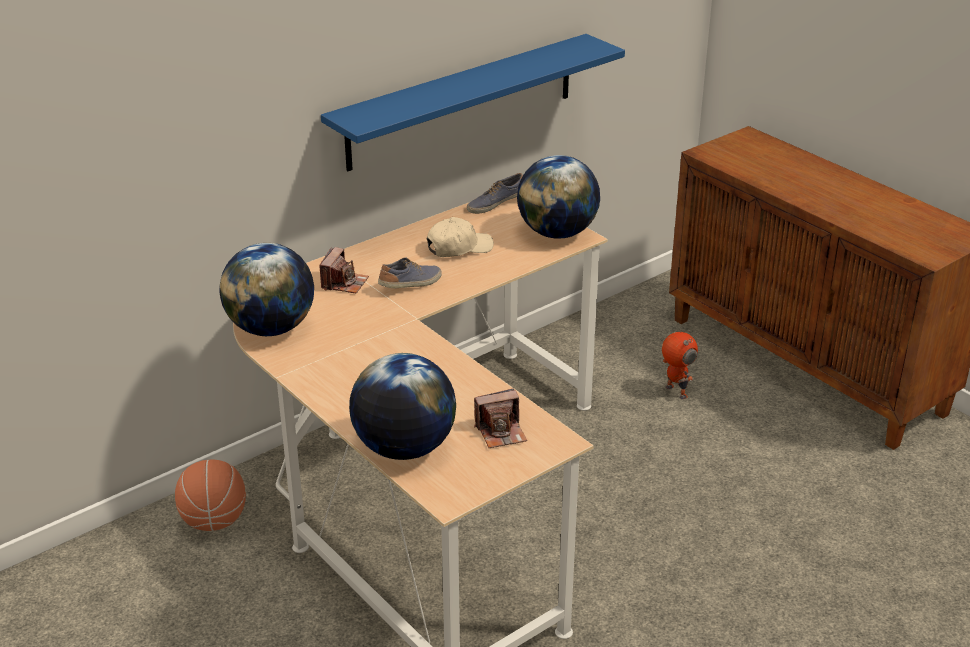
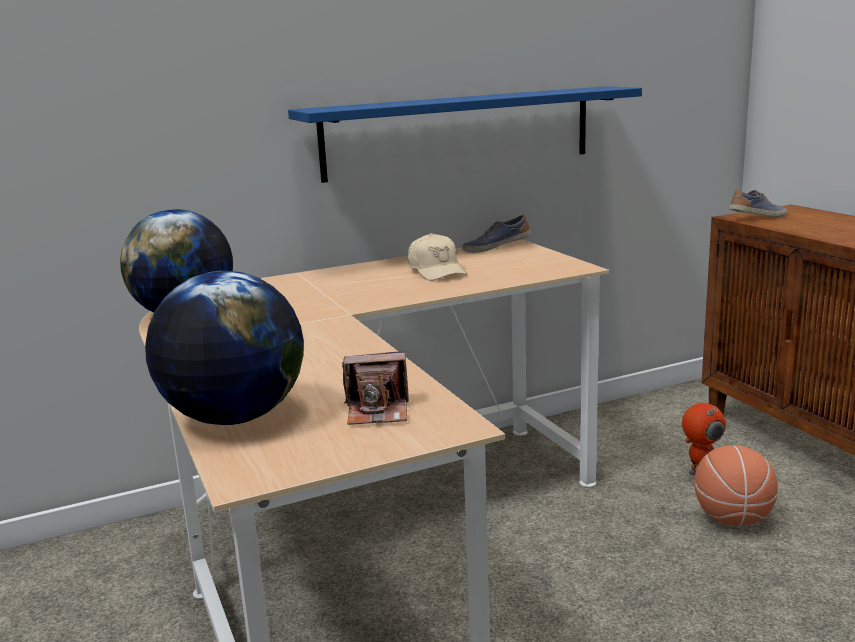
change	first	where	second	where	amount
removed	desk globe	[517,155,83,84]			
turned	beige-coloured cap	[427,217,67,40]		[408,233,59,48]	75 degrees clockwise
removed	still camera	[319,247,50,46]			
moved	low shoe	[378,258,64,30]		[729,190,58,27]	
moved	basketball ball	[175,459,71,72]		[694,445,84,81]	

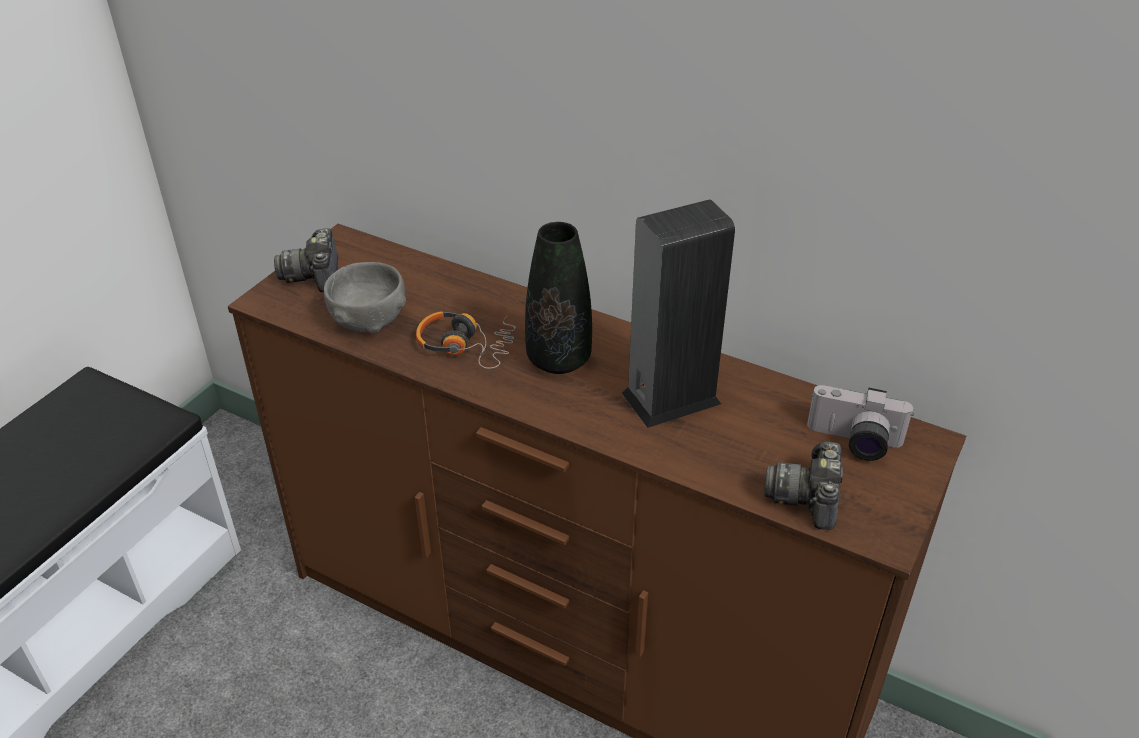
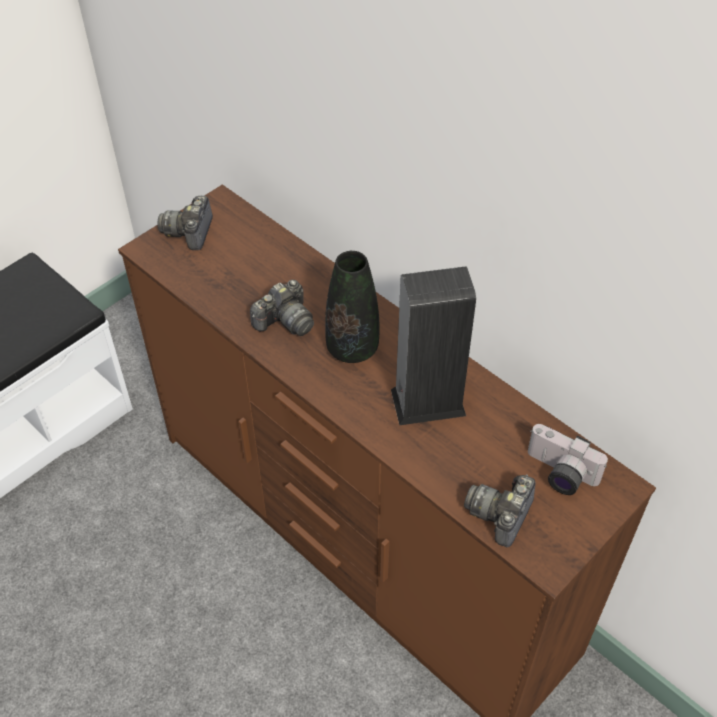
change	first	where	second	where	amount
removed	grey deep dish	[324,262,82,71]			
replaced	headset	[416,311,100,58]	still camera	[250,280,64,56]	

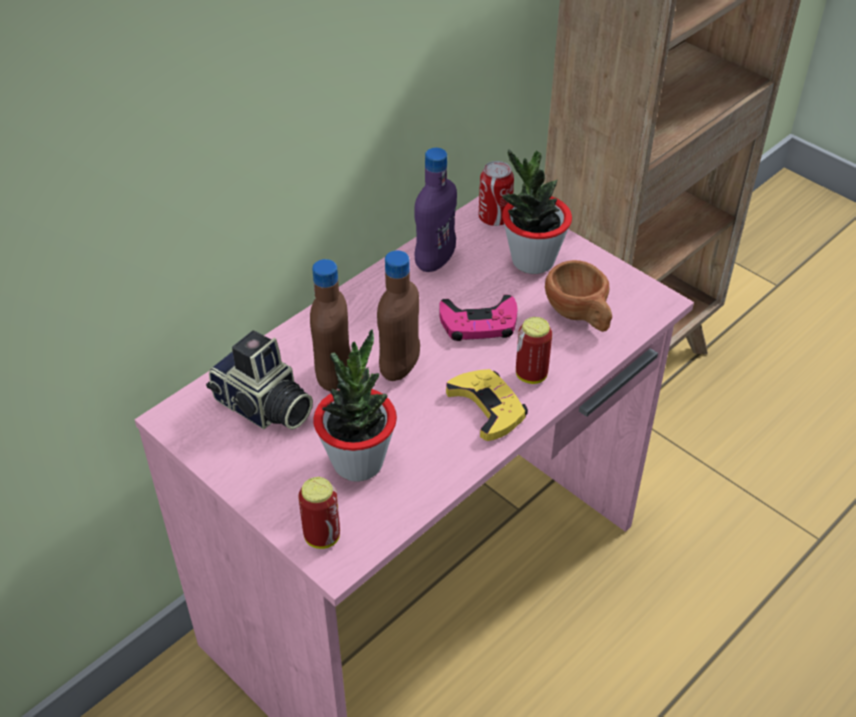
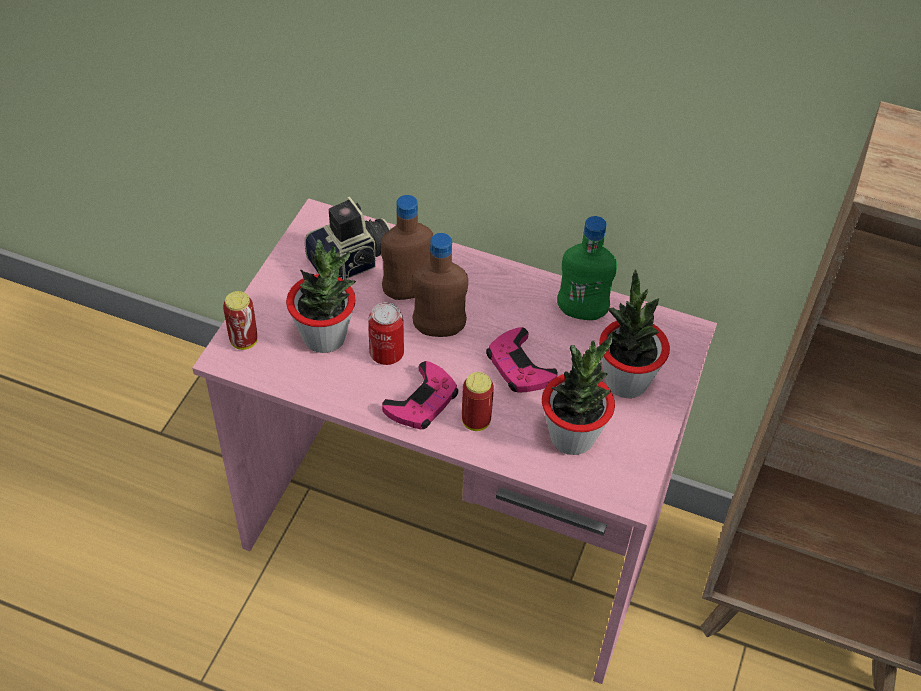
change	first	where	second	where	amount
recoloured	purple-coloured beverage bottle	[414,148,43,124]	green beverage bottle	[557,216,60,104]	
moved	sealed can	[479,161,35,65]		[368,302,36,63]	
replaced	brownish cup	[545,260,67,72]	potted plant	[542,334,73,121]	
turned	still camera	[206,330,107,100]		[305,197,86,83]	135 degrees counterclockwise
recoloured	yellow game controller	[446,369,82,72]	pinkish game controller	[382,361,76,68]	

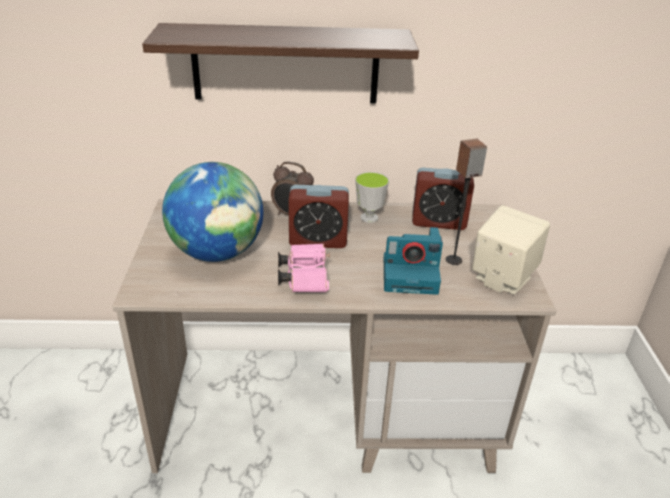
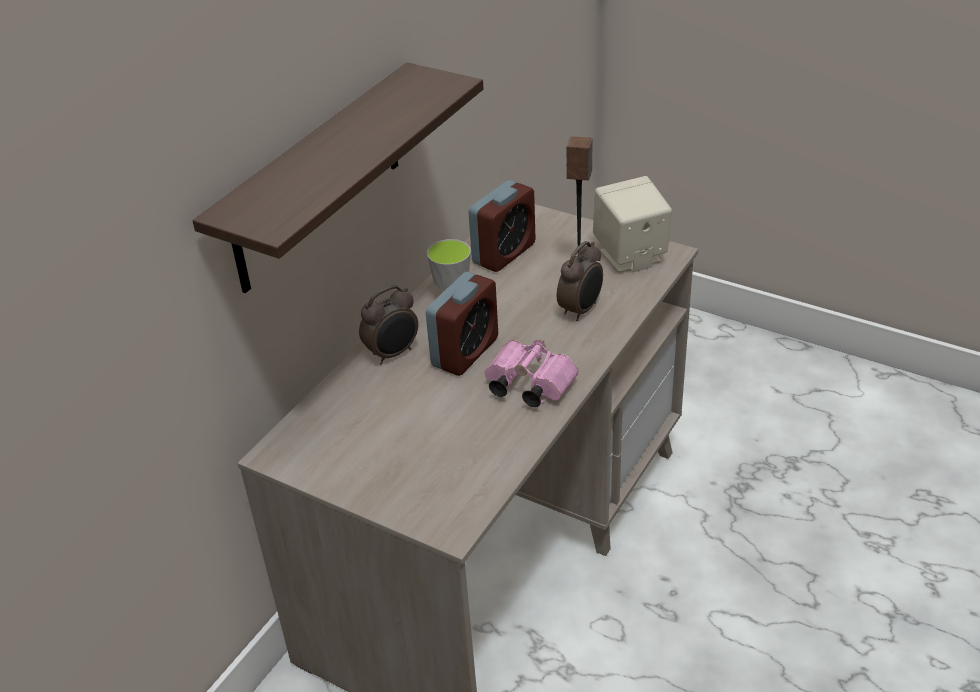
change	first	where	second	where	amount
removed	desk globe	[162,162,101,100]			
replaced	still camera	[384,227,59,68]	table clock	[557,241,46,80]	

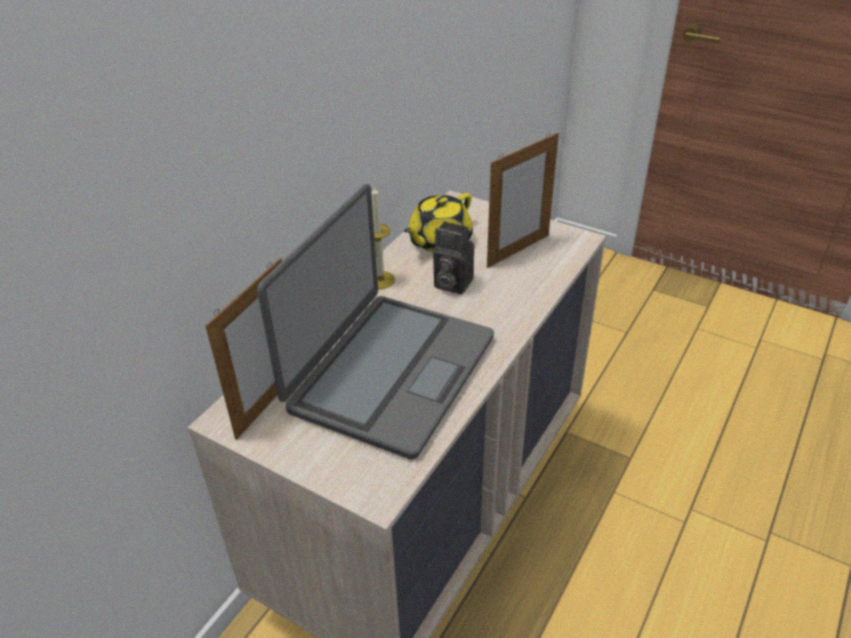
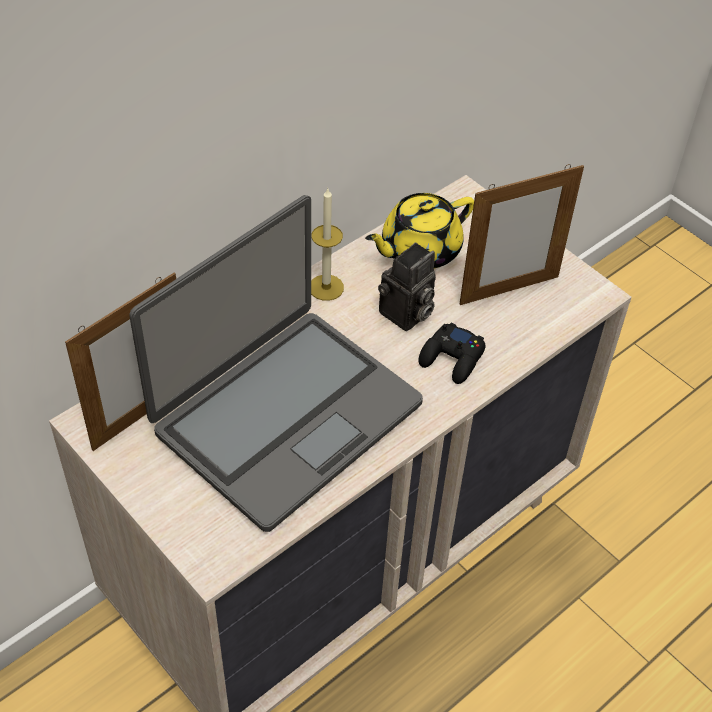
change	first	where	second	where	amount
turned	still camera	[433,221,41,73]		[378,243,58,88]	90 degrees counterclockwise
added			black game controller	[418,322,68,62]	

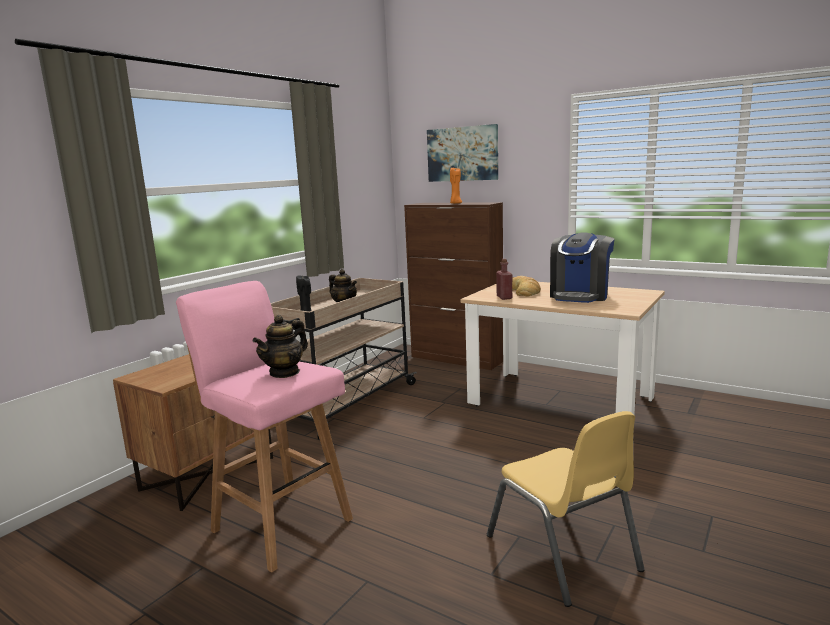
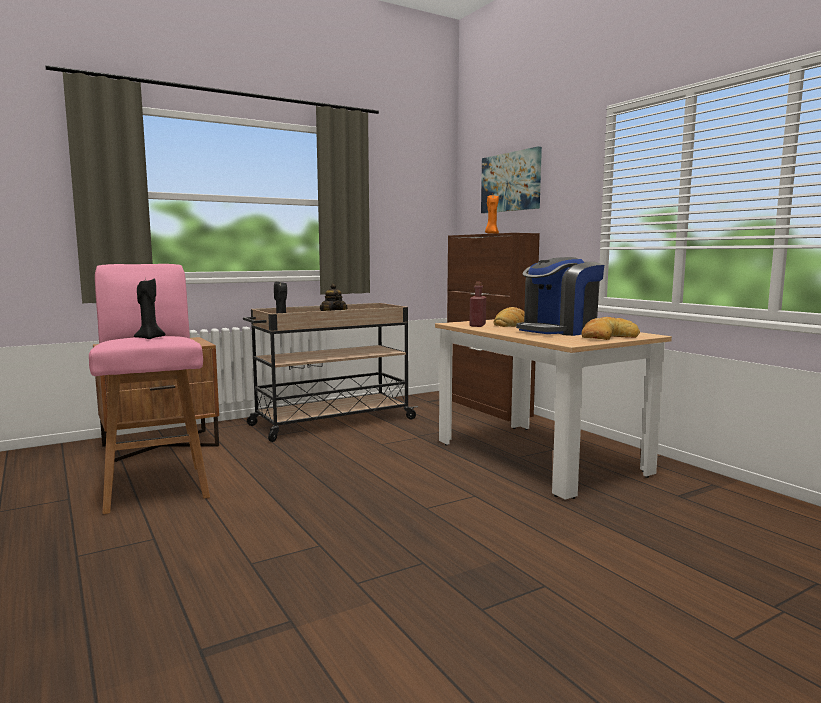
change	first	where	second	where	amount
replaced	tea pot	[252,315,56,63]	black wax light	[134,277,31,62]	
removed	yellow chair	[487,411,158,196]			
added			bakery bread	[582,317,58,23]	

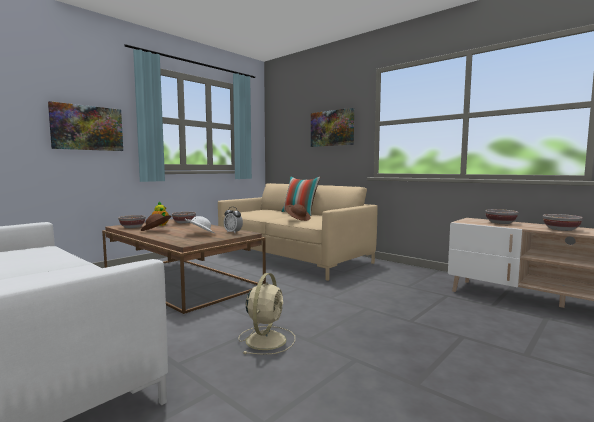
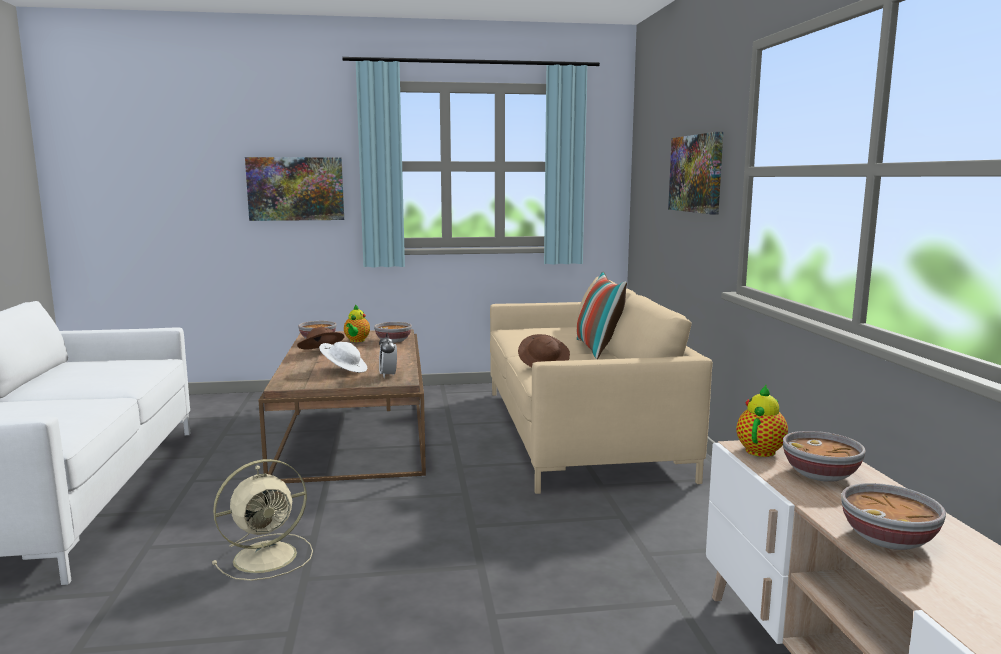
change	first	where	second	where	amount
added			tea pot	[736,385,52,72]	

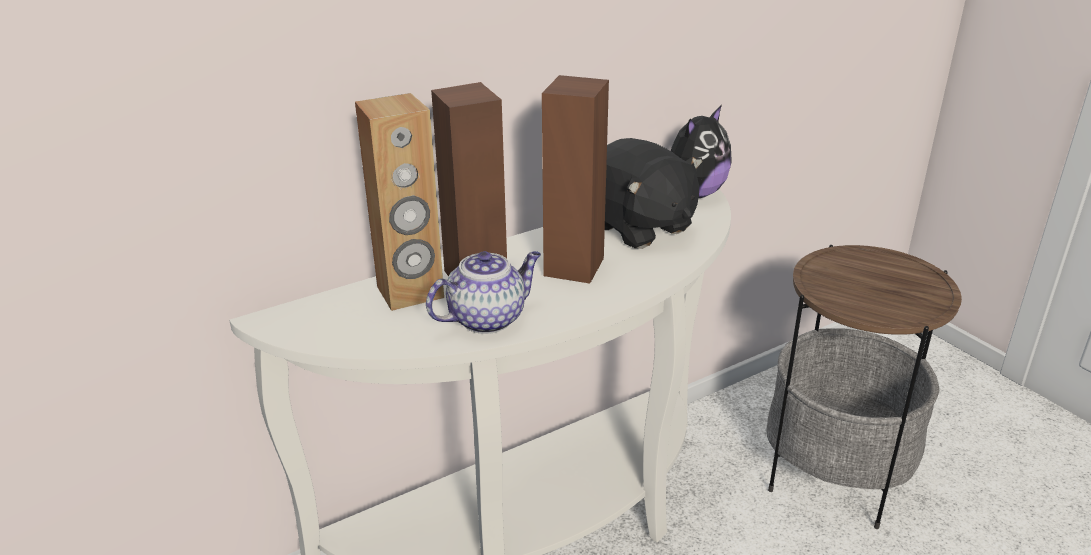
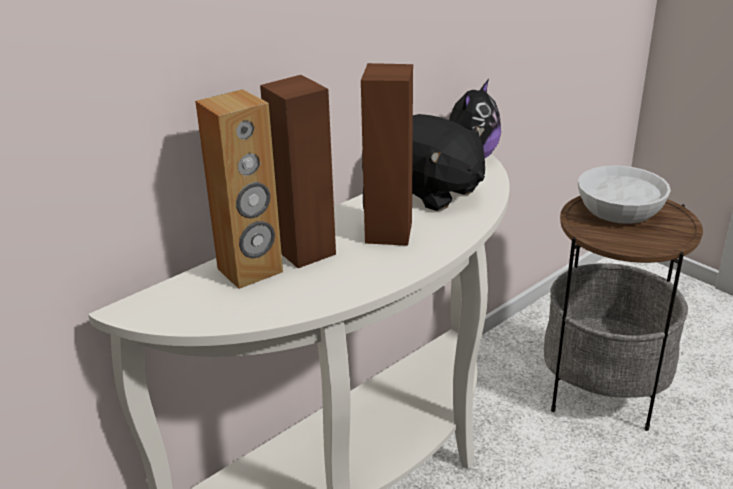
change	first	where	second	where	amount
removed	tea pot	[426,251,115,83]			
added			white-coloured deep dish	[578,165,93,59]	

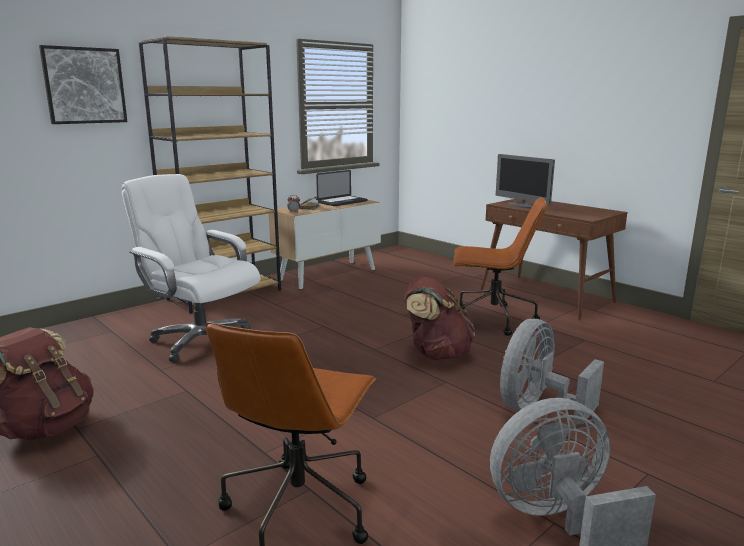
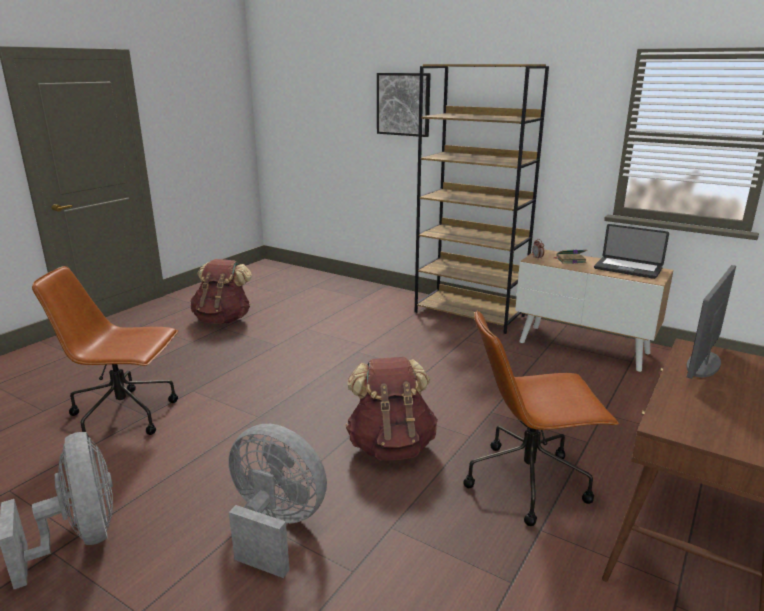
change	first	where	second	where	amount
removed	white-coloured office chair	[121,174,139,188]			
turned	brownish office chair	[453,197,94,139]		[463,310,156,216]	90 degrees clockwise

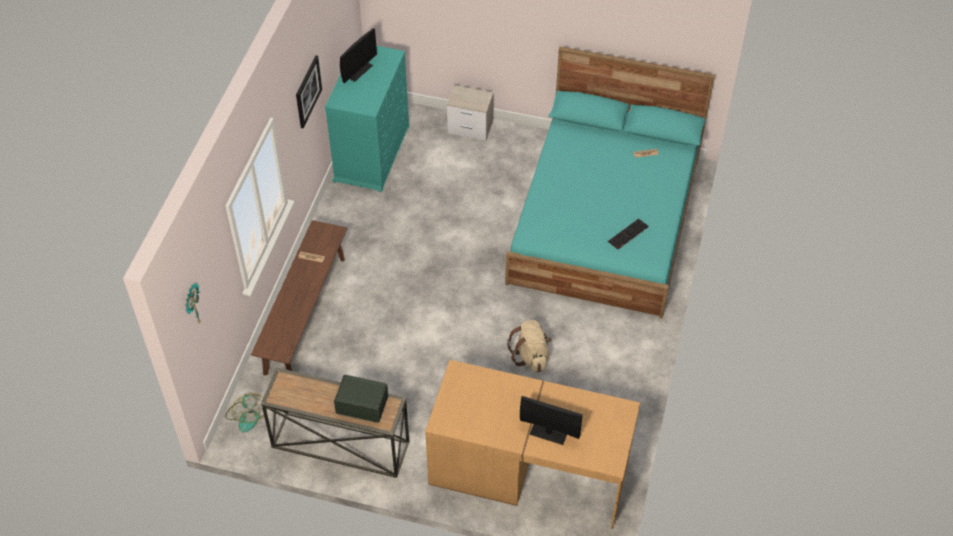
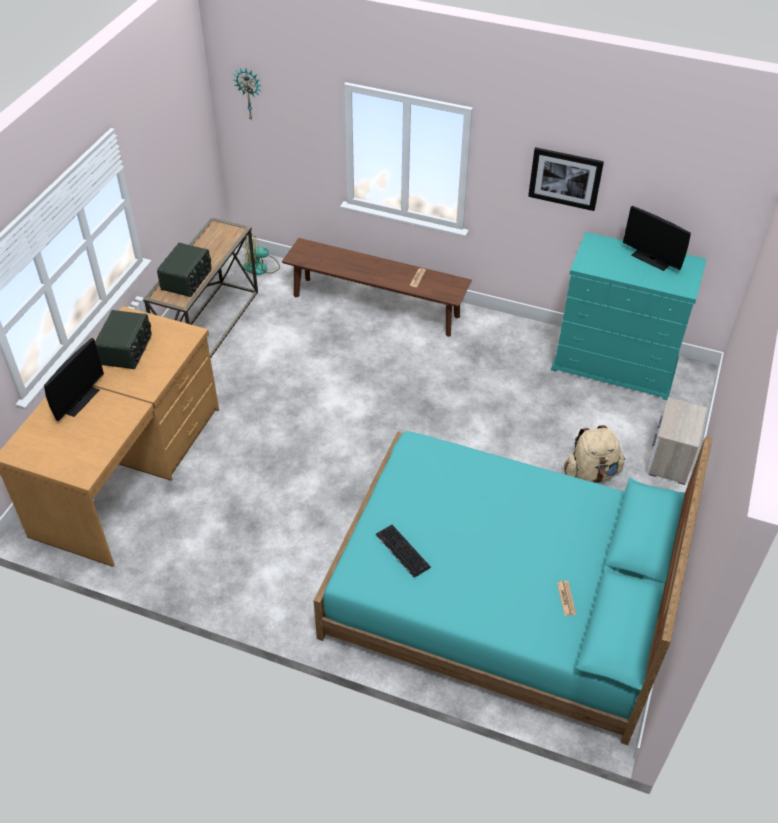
change	first	where	second	where	amount
moved	beige-coloured knapsack	[507,320,45,52]		[564,425,61,58]	
added			radio receiver	[95,310,57,59]	

